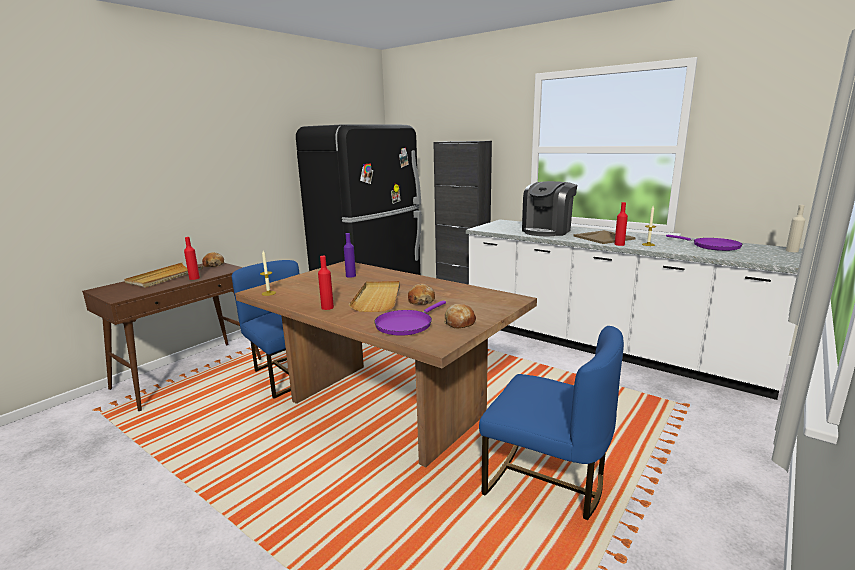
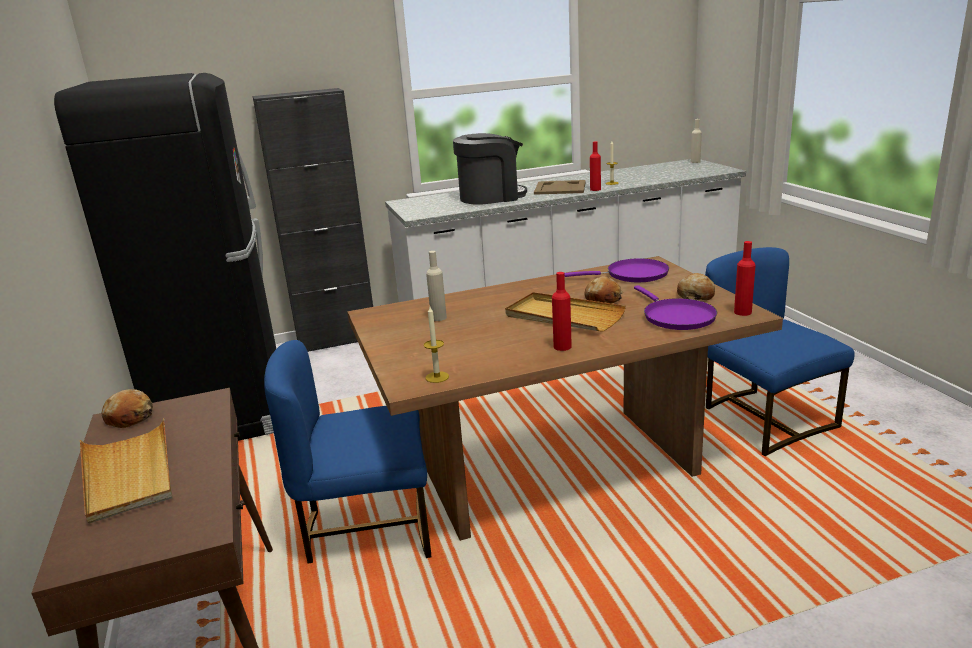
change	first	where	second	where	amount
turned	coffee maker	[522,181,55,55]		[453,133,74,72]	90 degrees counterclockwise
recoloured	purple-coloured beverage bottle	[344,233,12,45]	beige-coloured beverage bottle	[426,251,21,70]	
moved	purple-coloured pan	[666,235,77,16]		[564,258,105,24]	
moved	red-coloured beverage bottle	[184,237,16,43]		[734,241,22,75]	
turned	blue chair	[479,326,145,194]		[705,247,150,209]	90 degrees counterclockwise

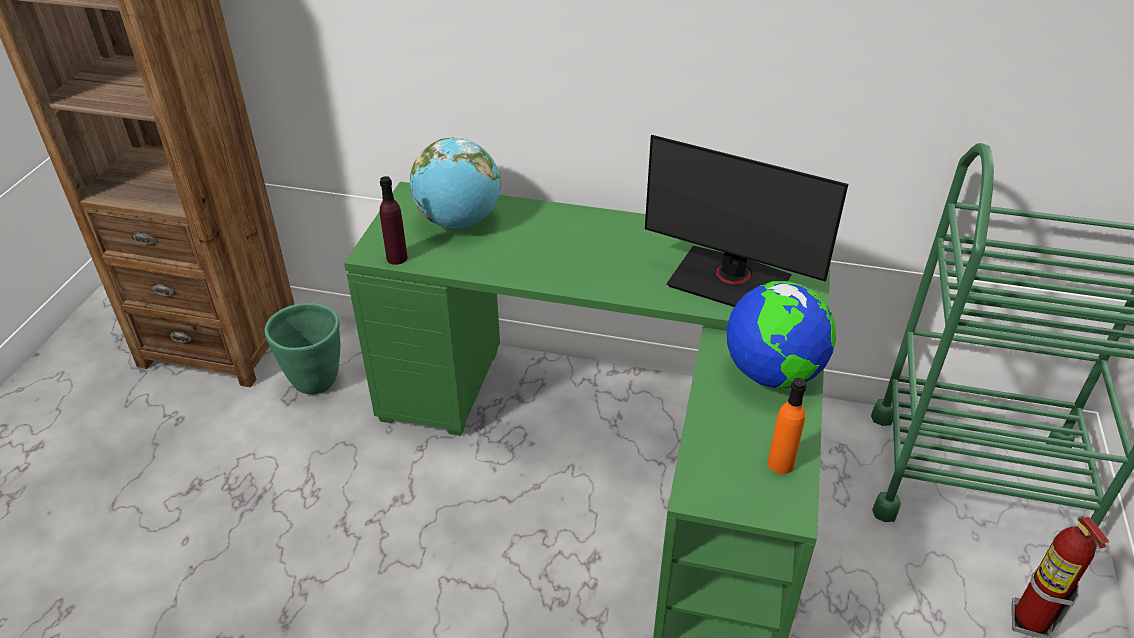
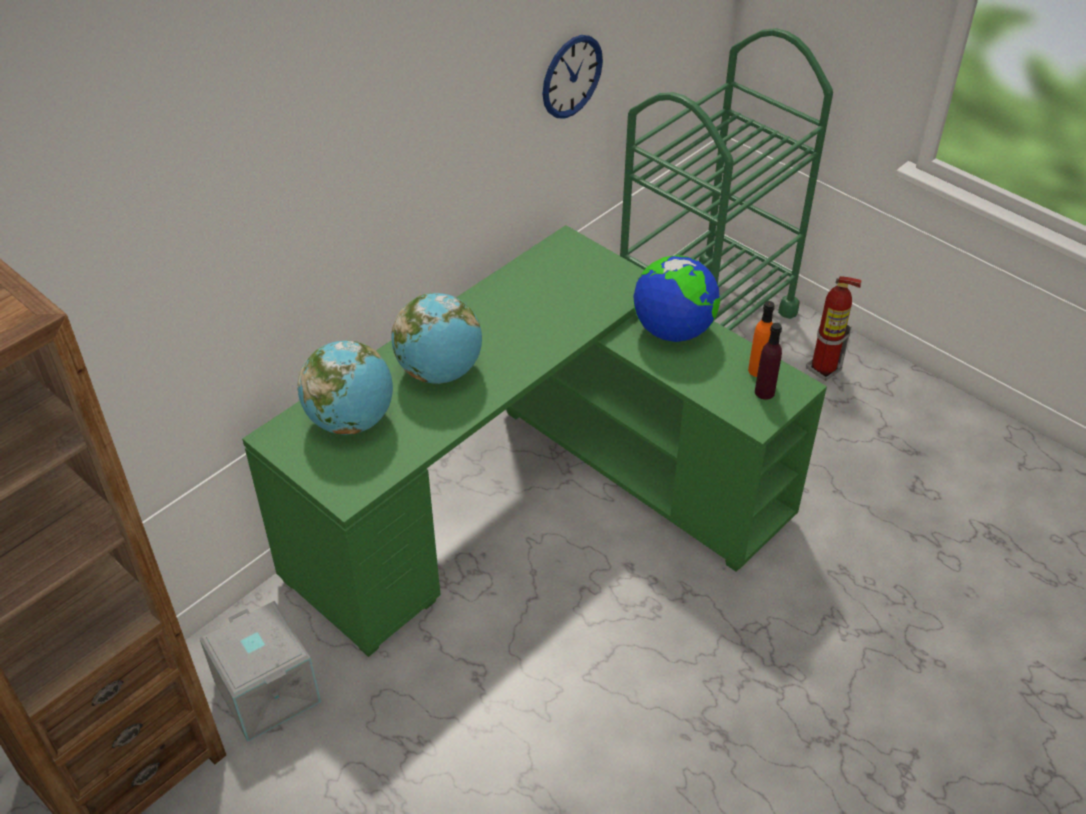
change	first	where	second	where	amount
removed	monitor	[645,135,203,172]			
moved	purple-coloured beverage bottle	[380,176,28,89]		[755,323,27,77]	
replaced	green flower pot	[265,303,75,92]	grey storage bin	[199,601,122,141]	
added			clock on the wall	[542,35,61,84]	
added			desk globe	[391,293,91,91]	

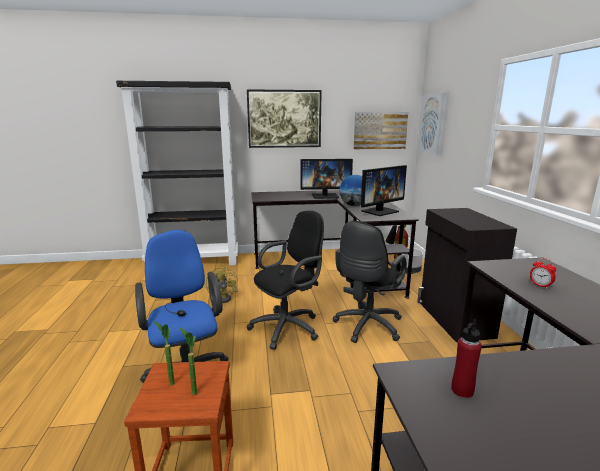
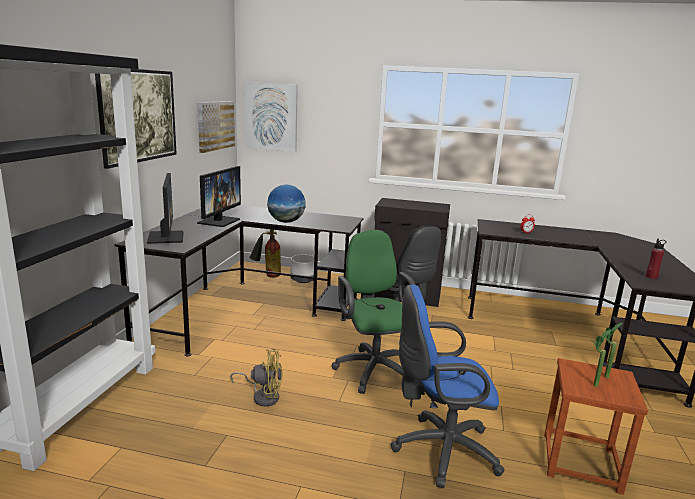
change	first	where	second	where	amount
moved	monitor	[361,165,46,51]		[147,173,37,71]	
recoloured	black office chair	[247,211,77,139]	green office chair	[332,230,84,164]	

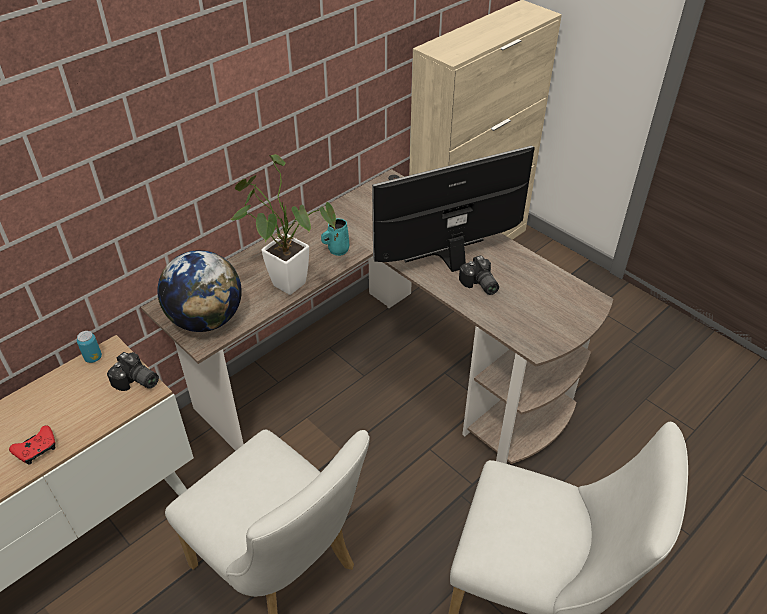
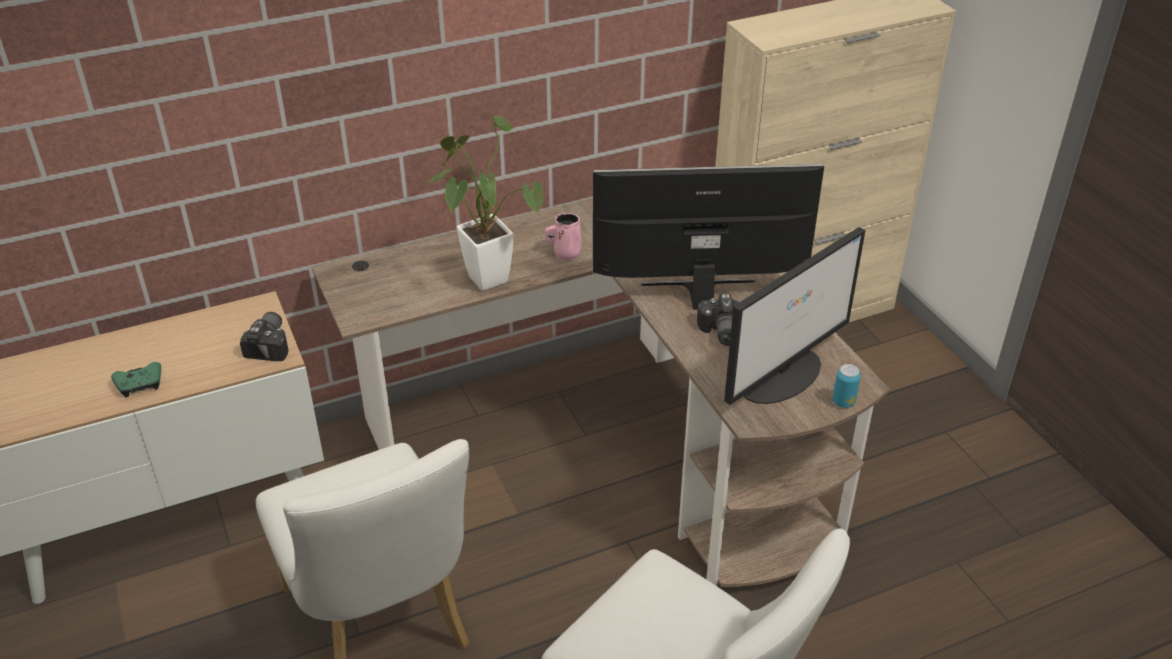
change	first	where	second	where	amount
recoloured	blue-green tea mug	[321,219,28,37]	pinkish tea mug	[545,213,37,48]	
removed	desk globe	[157,250,85,82]			
moved	sealed can	[77,331,25,32]		[833,364,28,44]	
turned	still camera	[107,352,52,39]		[240,312,49,49]	135 degrees counterclockwise
recoloured	red-coloured game controller	[9,426,46,39]	green game controller	[111,362,50,35]	
added			monitor	[724,227,141,178]	

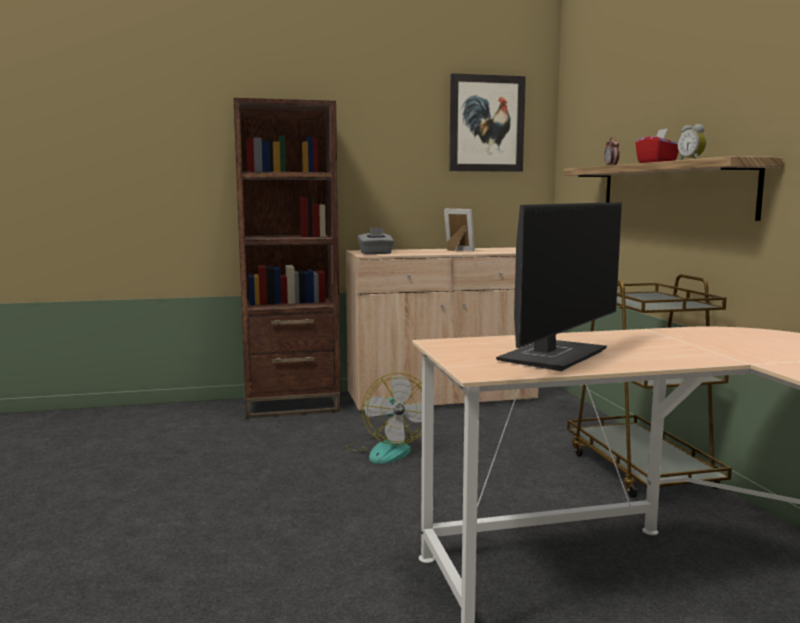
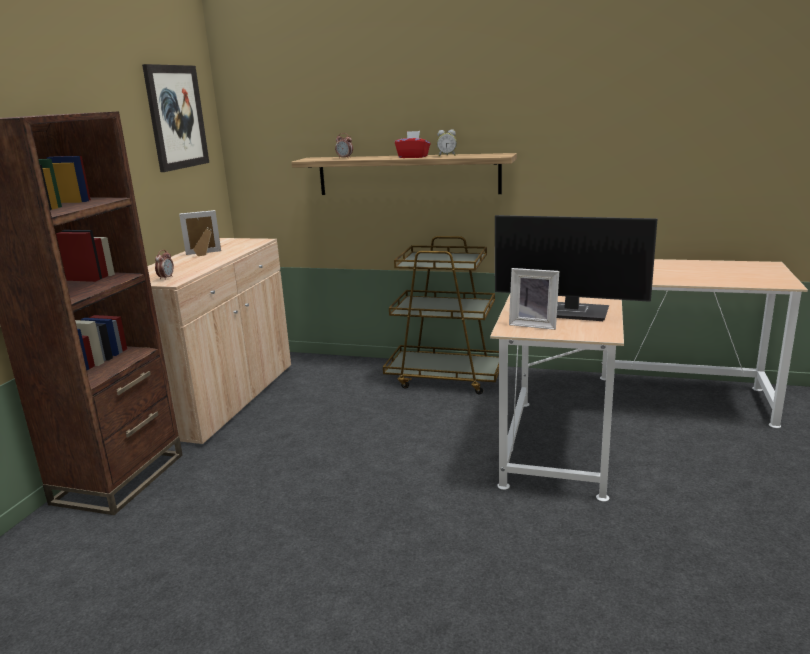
change	first	where	second	where	amount
turned	monitor	[496,202,126,169]		[495,215,163,106]	135 degrees clockwise
replaced	grey tissue holder	[358,228,36,26]	table clock	[155,250,19,30]	
removed	cooling fan	[346,373,76,90]			
added			picture frame	[509,268,50,62]	

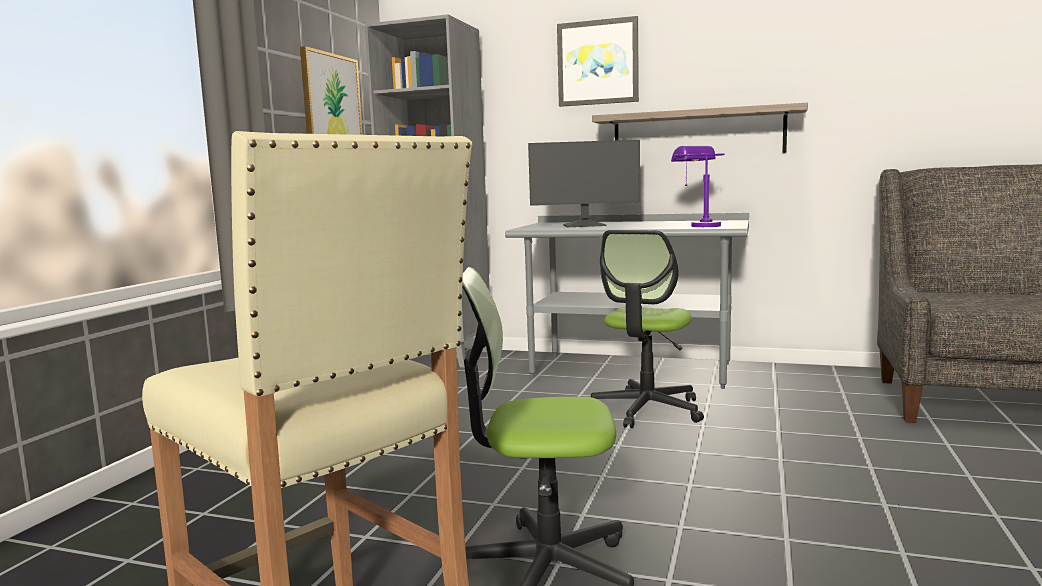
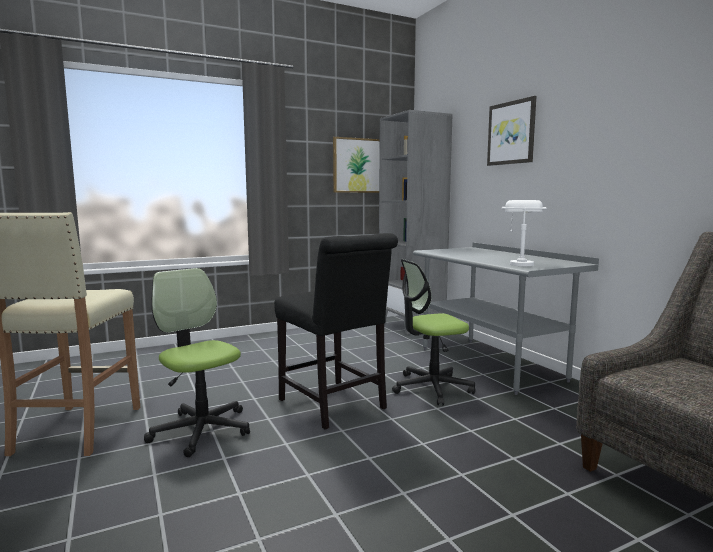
change	first	where	second	where	amount
removed	wall shelf	[592,103,216,50]			
removed	monitor	[528,140,112,87]			
recoloured	purple-coloured lamp for a table	[671,145,54,82]	white-coloured lamp for a table	[502,200,45,66]	
added			black chair	[274,233,124,197]	

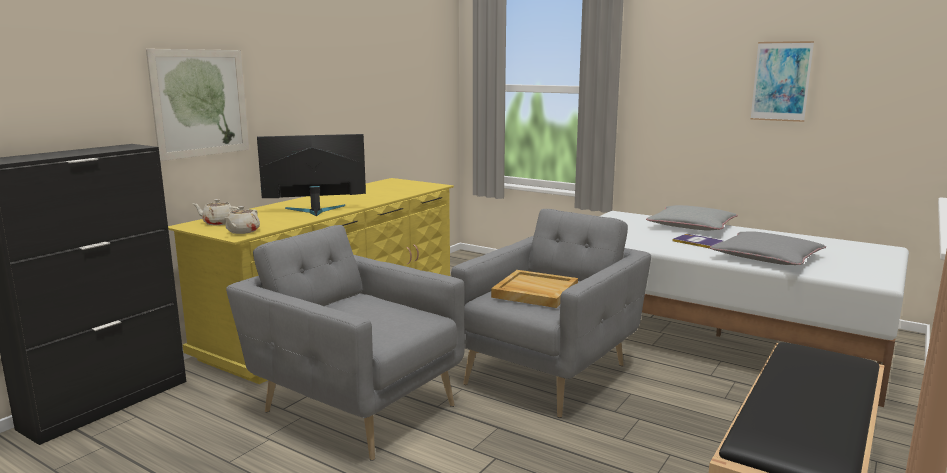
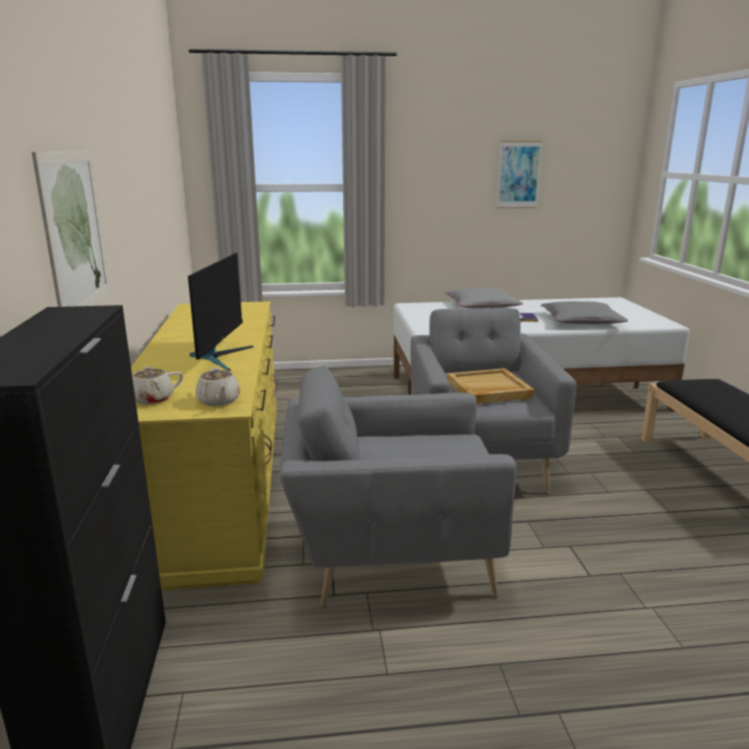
change	first	where	second	where	amount
turned	monitor	[257,134,109,82]		[188,253,65,118]	150 degrees clockwise

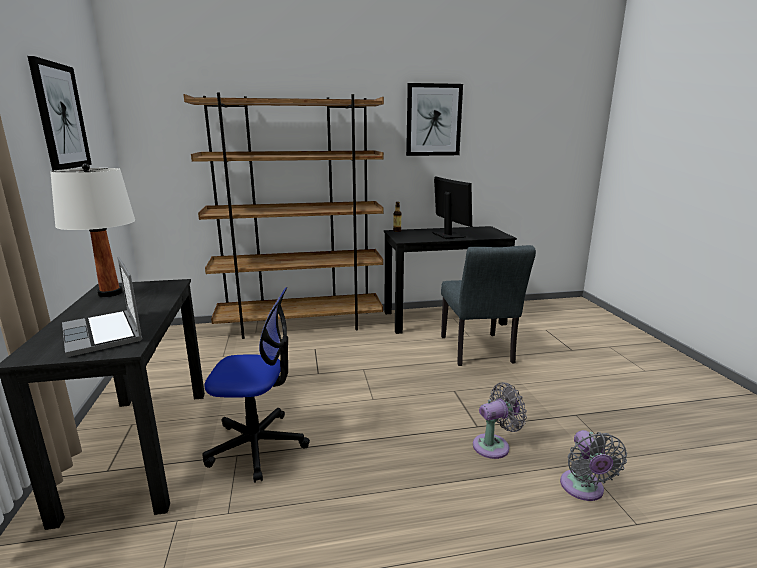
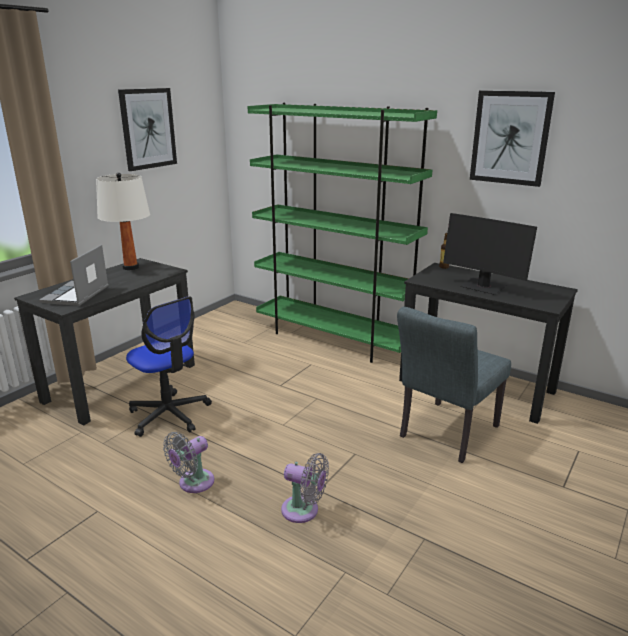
change	first	where	second	where	amount
recoloured	brownish shelving unit	[183,92,201,247]	green shelving unit	[247,103,190,260]	
turned	monitor	[433,176,39,63]		[443,213,94,82]	105 degrees clockwise
moved	grey cooling fan	[560,430,67,71]		[163,432,51,61]	

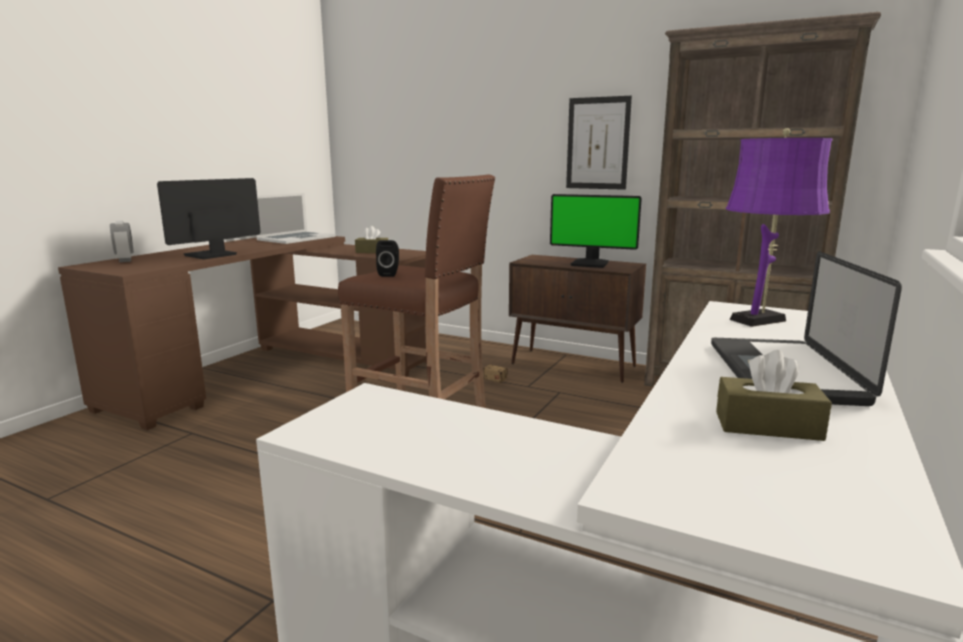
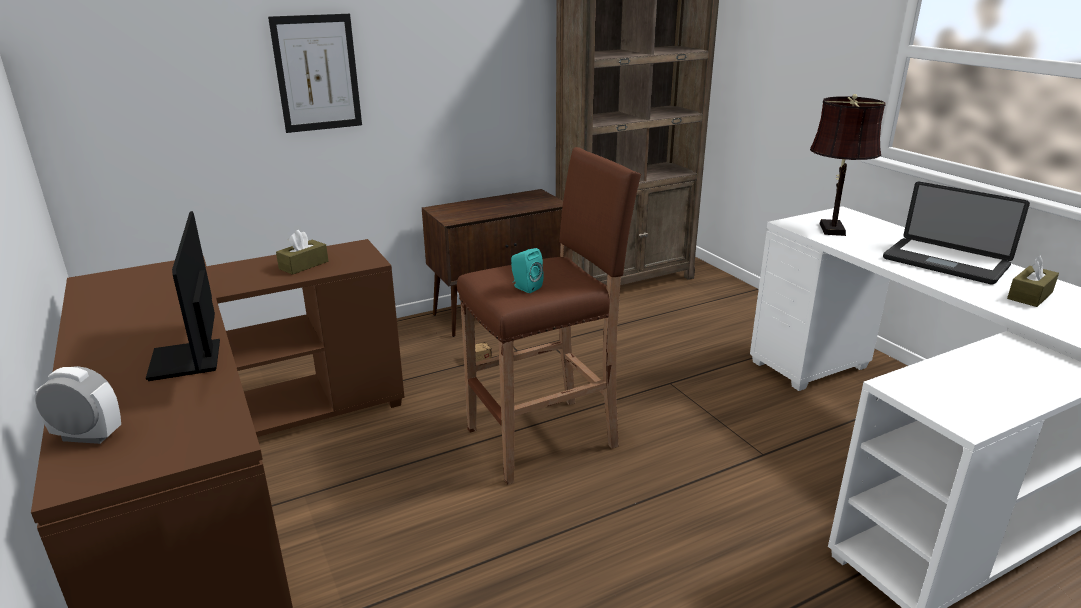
change	first	where	second	where	amount
moved	picture	[566,96,66,94]		[268,14,94,119]	
recoloured	purple-coloured lamp for a table	[726,128,107,199]	brownish lamp for a table	[810,94,76,142]	
removed	notebook computer	[256,193,80,51]			
removed	monitor	[550,194,92,74]			
recoloured	black audio speaker	[376,240,23,37]	blue-green audio speaker	[511,248,33,45]	

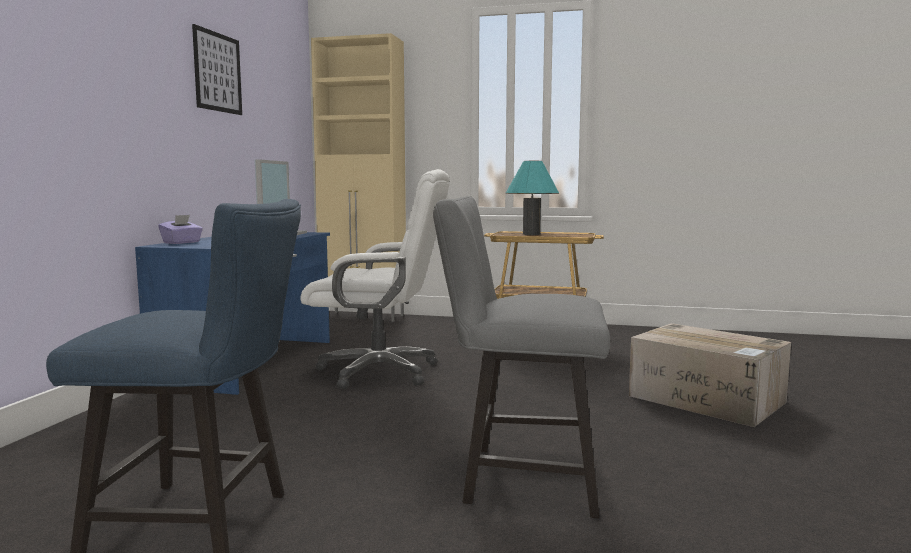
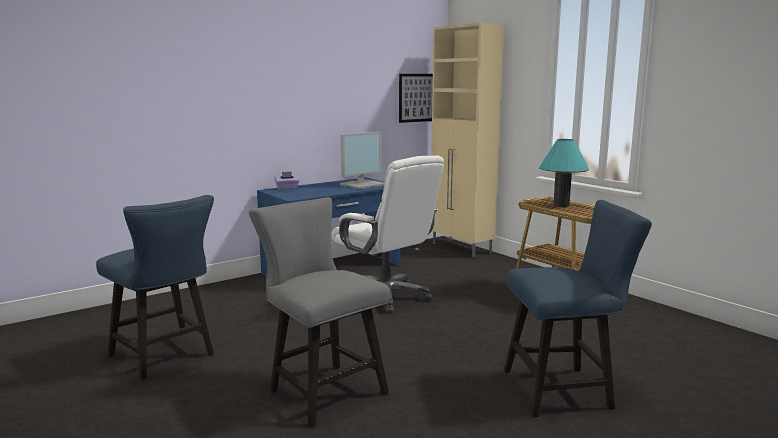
change	first	where	second	where	amount
moved	picture	[192,24,50,91]		[399,74,34,49]	
replaced	packing box	[629,323,162,104]	blue chair	[504,200,148,217]	

